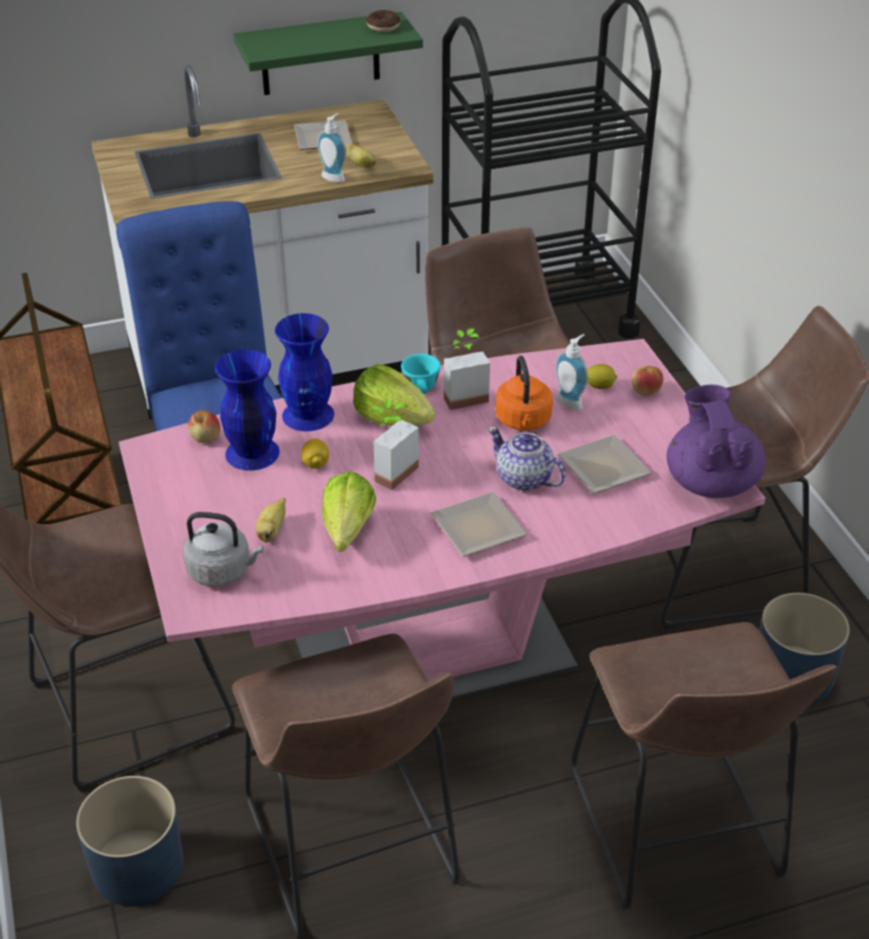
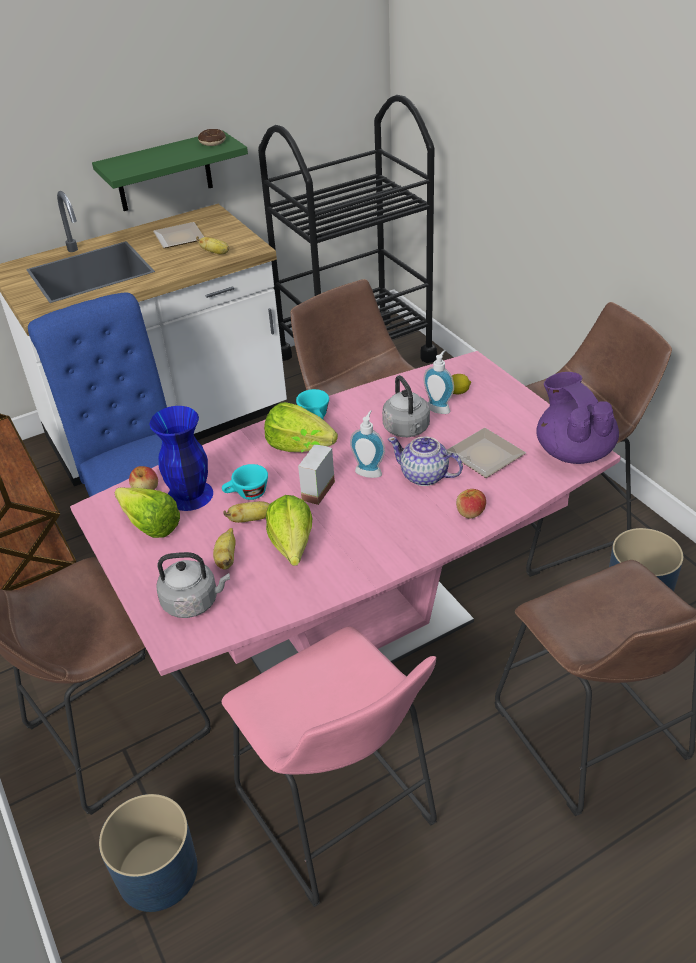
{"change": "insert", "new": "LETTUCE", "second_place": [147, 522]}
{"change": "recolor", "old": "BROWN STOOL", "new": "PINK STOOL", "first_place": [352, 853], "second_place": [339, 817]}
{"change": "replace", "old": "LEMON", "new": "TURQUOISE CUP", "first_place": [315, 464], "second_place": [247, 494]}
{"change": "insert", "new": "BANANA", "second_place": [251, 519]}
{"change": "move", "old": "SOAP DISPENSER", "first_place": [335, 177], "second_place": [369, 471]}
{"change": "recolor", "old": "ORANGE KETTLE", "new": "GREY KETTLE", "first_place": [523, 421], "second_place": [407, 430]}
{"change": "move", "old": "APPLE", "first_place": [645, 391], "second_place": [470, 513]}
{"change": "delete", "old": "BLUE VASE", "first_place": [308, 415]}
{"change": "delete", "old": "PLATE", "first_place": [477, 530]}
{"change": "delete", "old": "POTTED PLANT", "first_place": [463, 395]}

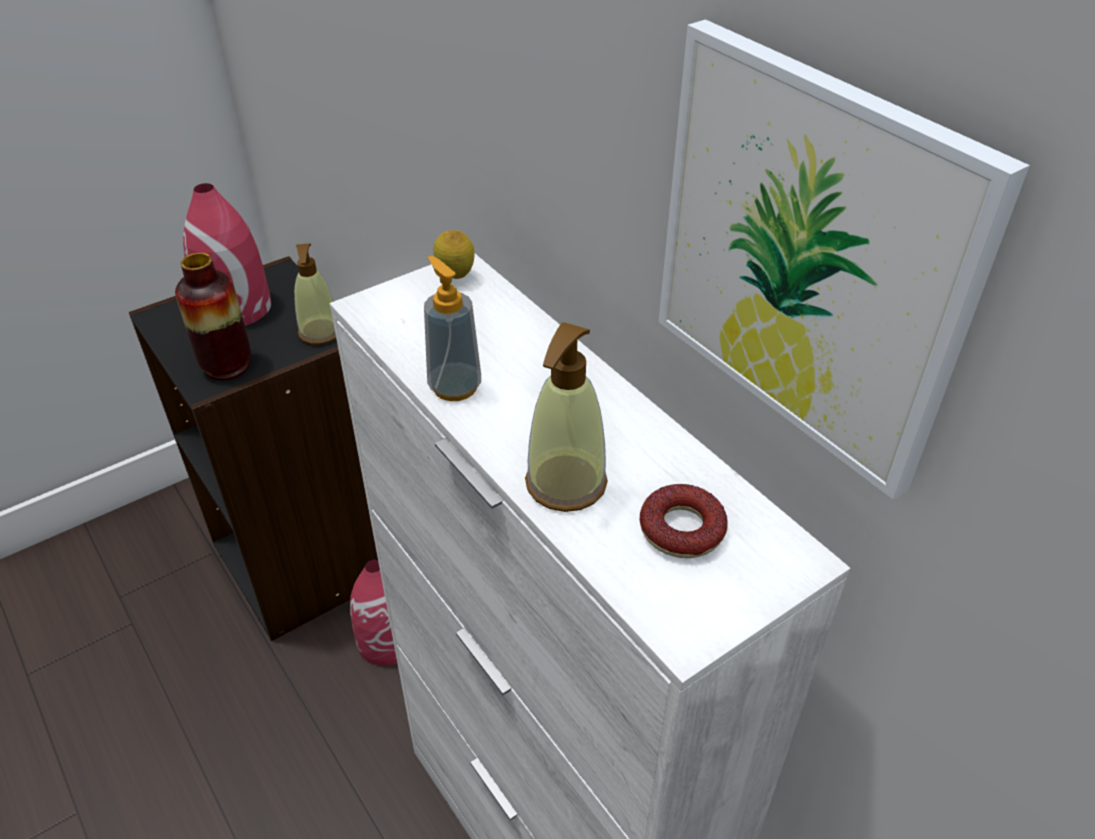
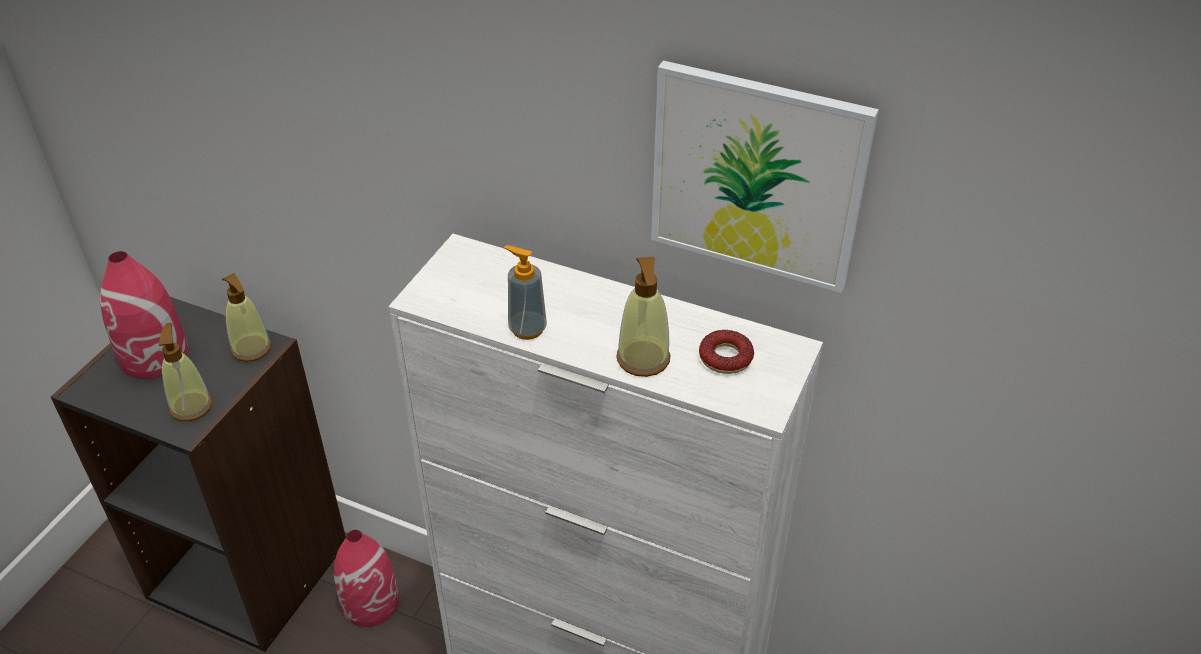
{"change": "replace", "old": "VASE", "new": "SOAP DISPENSER", "first_place": [227, 366], "second_place": [191, 406]}
{"change": "delete", "old": "LEMON", "first_place": [456, 278]}

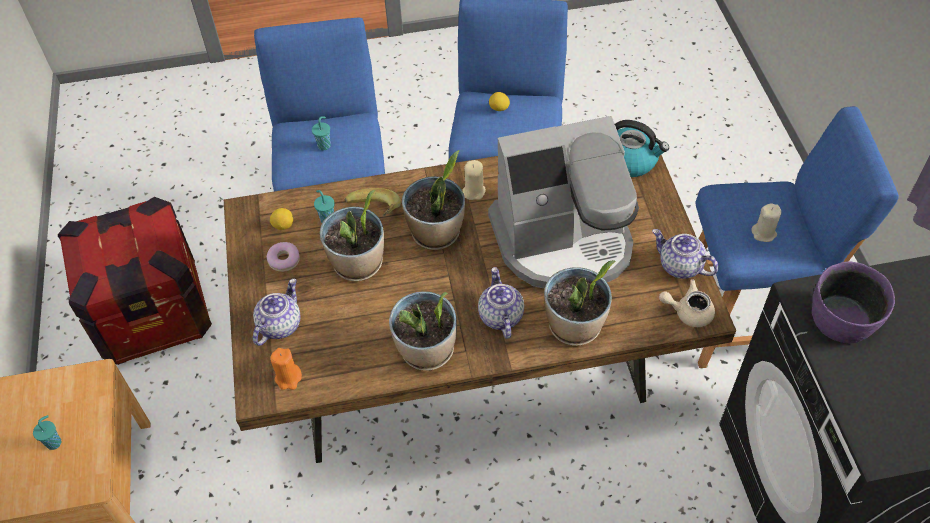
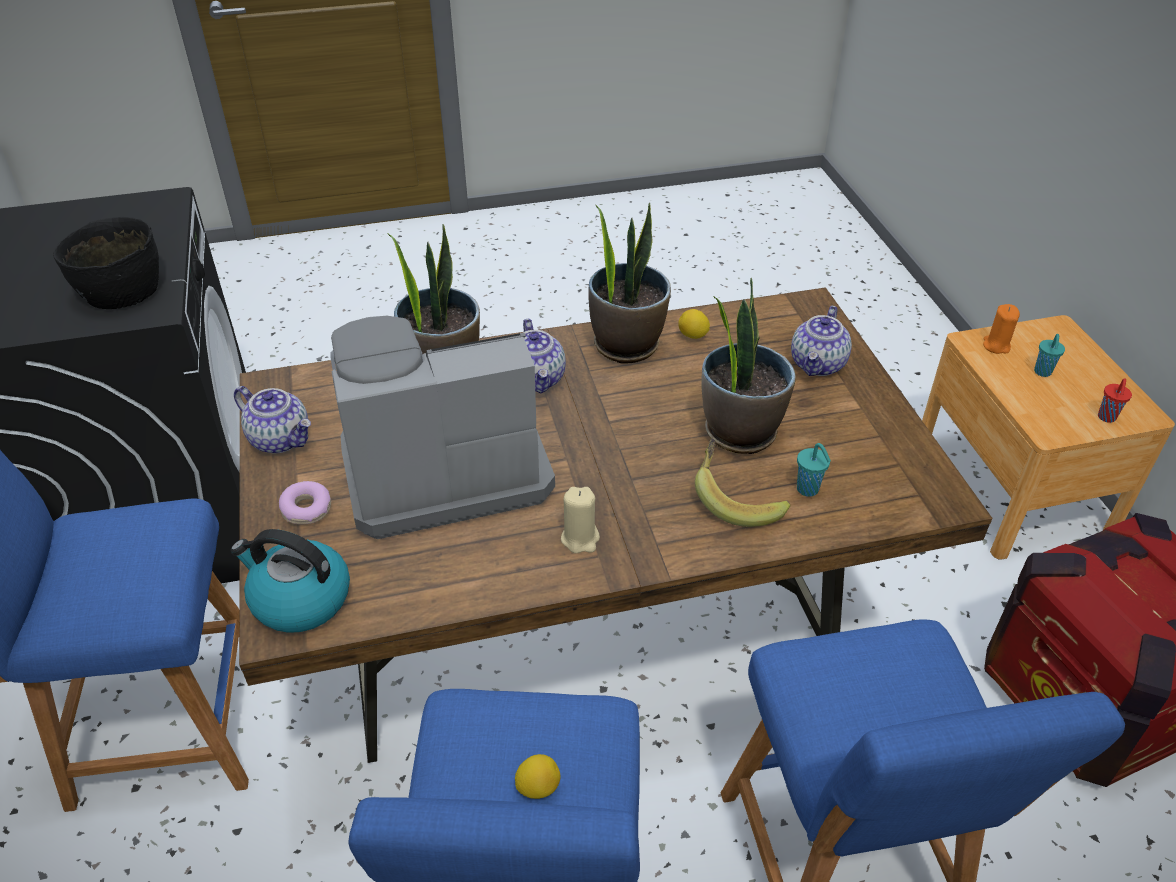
{"change": "recolor", "old": "PURPLE BOWL", "new": "BLACK BOWL", "first_place": [843, 319], "second_place": [120, 291]}
{"change": "move", "old": "DONUT", "first_place": [284, 260], "second_place": [306, 509]}
{"change": "move", "old": "LEMON", "first_place": [283, 225], "second_place": [693, 336]}
{"change": "move", "old": "ORANGE CANDLE", "first_place": [288, 378], "second_place": [996, 345]}
{"change": "insert", "new": "RED CUP", "second_place": [1106, 418]}
{"change": "delete", "old": "TURQUOISE CUP", "first_place": [324, 145]}
{"change": "delete", "old": "POTTED PLANT", "first_place": [436, 234]}
{"change": "delete", "old": "BEIGE TEAPOT", "first_place": [688, 312]}
{"change": "delete", "old": "BEIGE CANDLE", "first_place": [764, 233]}

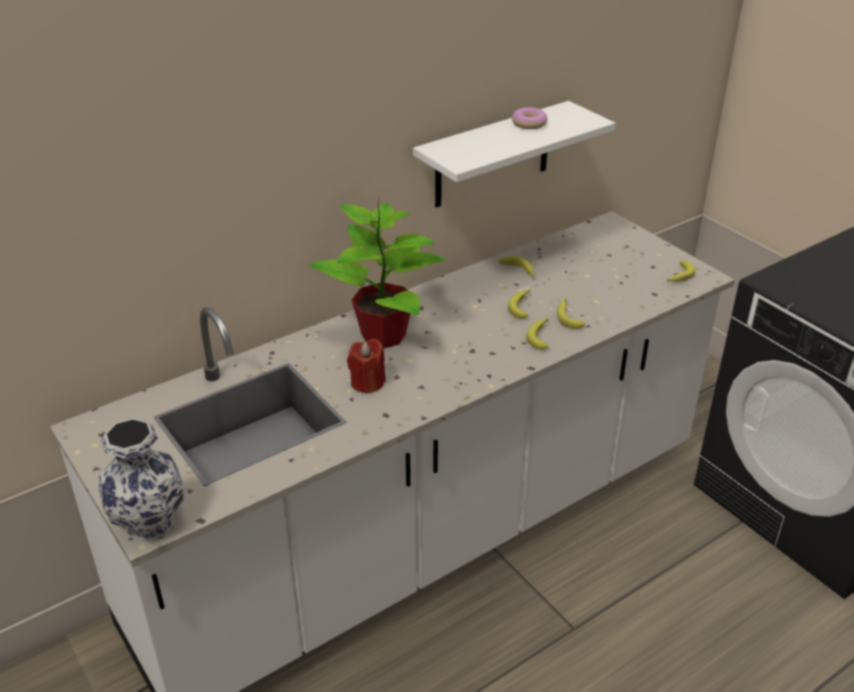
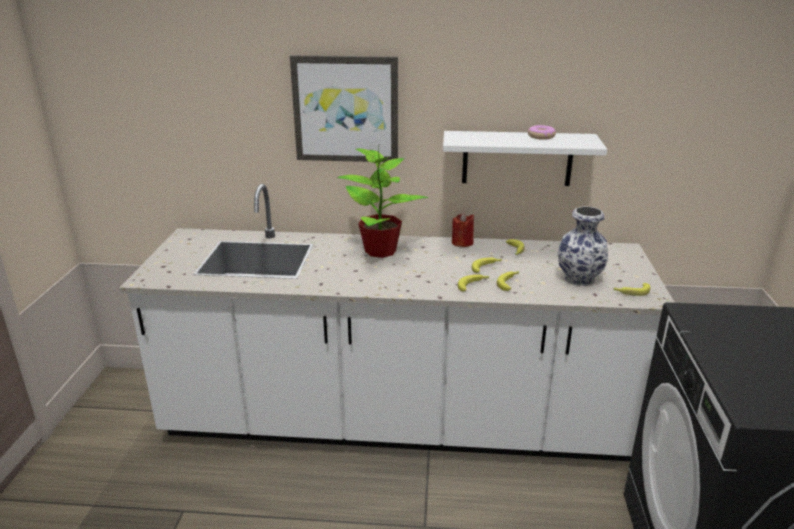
{"change": "insert", "new": "PICTURE", "second_place": [346, 109]}
{"change": "move", "old": "RED CANDLE", "first_place": [367, 382], "second_place": [462, 243]}
{"change": "move", "old": "VASE", "first_place": [151, 522], "second_place": [580, 279]}

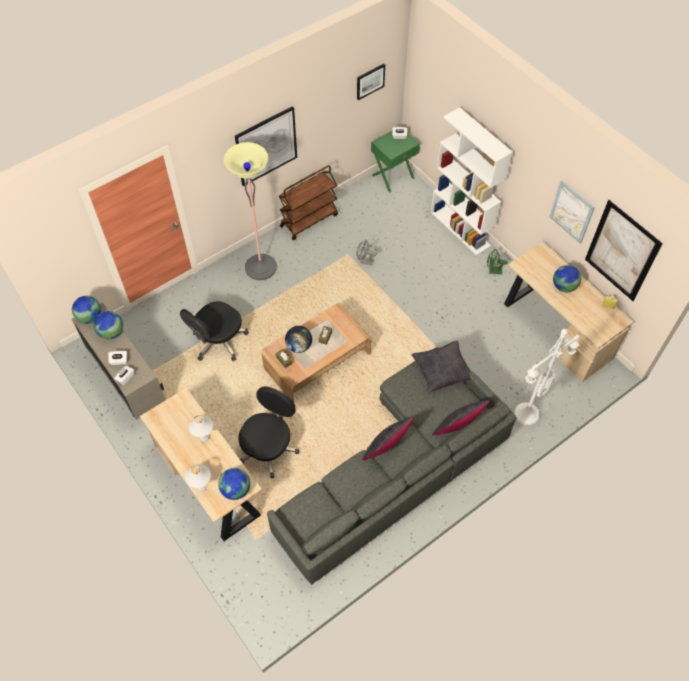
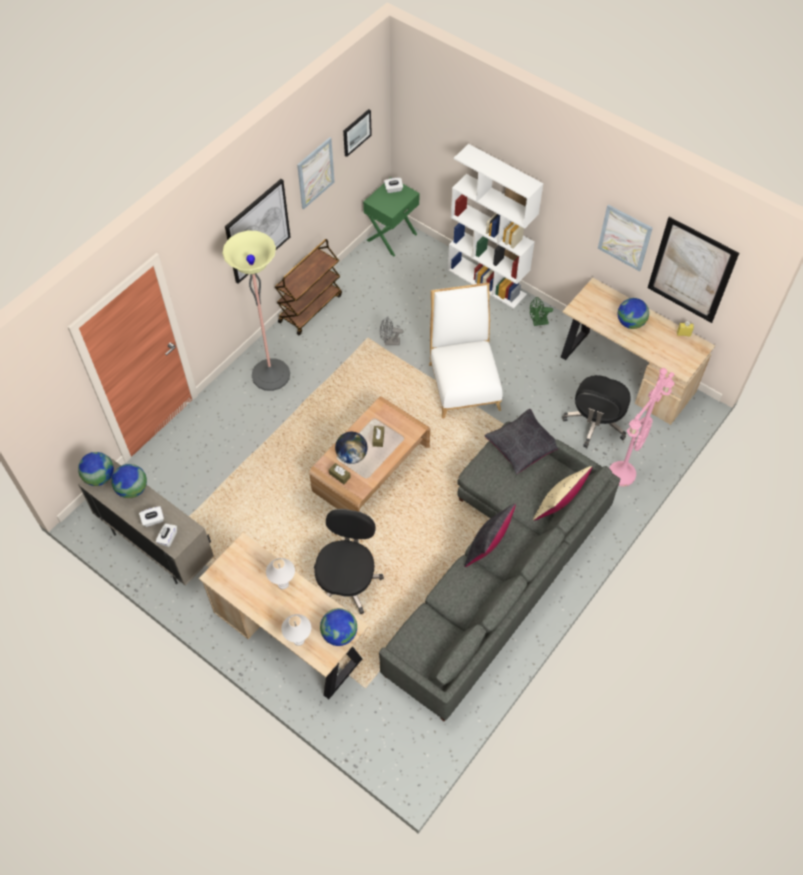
{"change": "insert", "new": "PICTURE", "second_place": [315, 173]}
{"change": "insert", "new": "WHITE CHAIR", "second_place": [463, 381]}
{"change": "recolor", "old": "BLACK PILLOW", "new": "BEIGE PILLOW", "first_place": [457, 428], "second_place": [558, 506]}
{"change": "move", "old": "BLACK OFFICE CHAIR", "first_place": [218, 341], "second_place": [595, 422]}
{"change": "recolor", "old": "WHITE FLOOR LAMP", "new": "PINK FLOOR LAMP", "first_place": [526, 416], "second_place": [622, 476]}

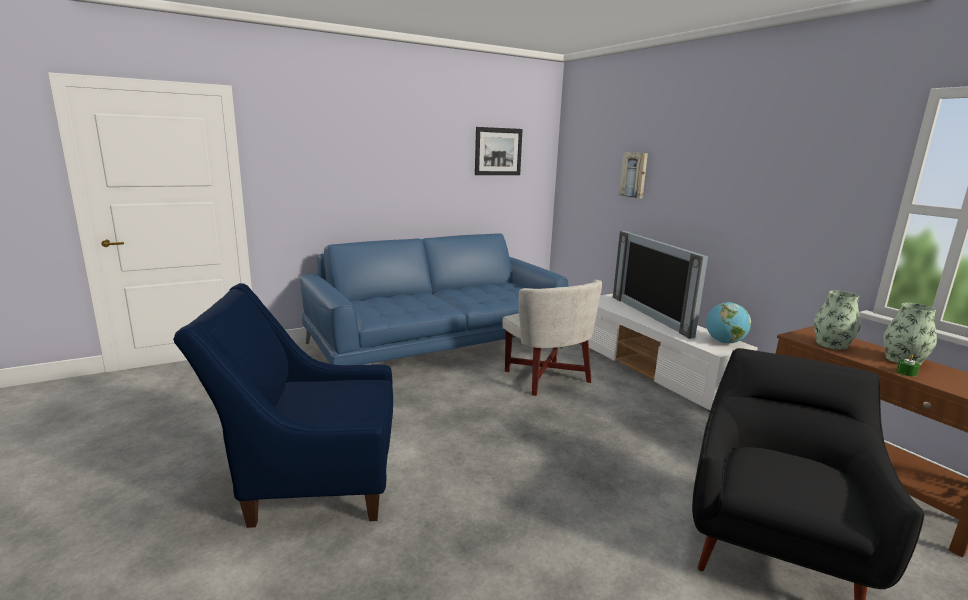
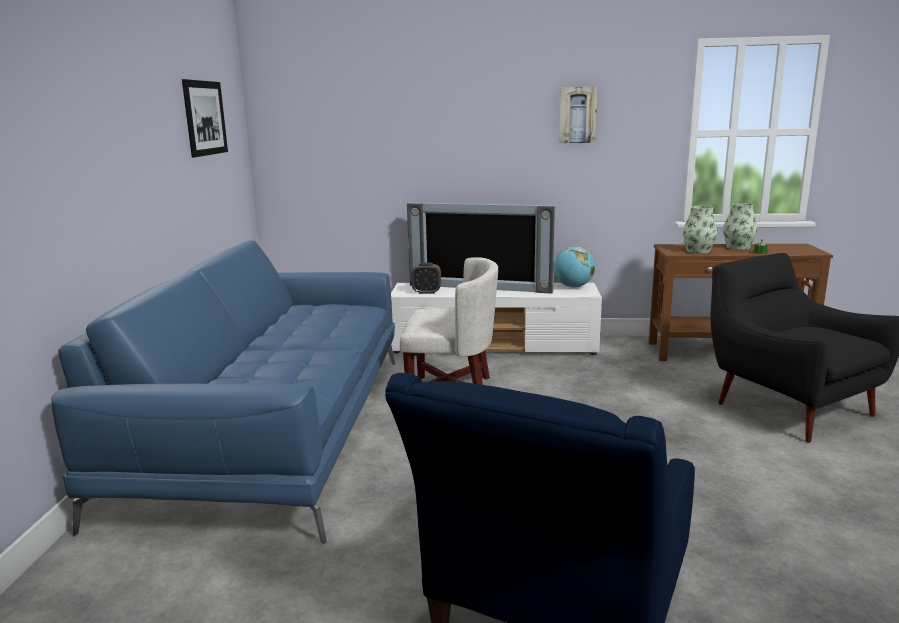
{"change": "insert", "new": "ALARM CLOCK", "second_place": [426, 292]}
{"change": "move", "old": "PICTURE", "first_place": [634, 175], "second_place": [577, 115]}

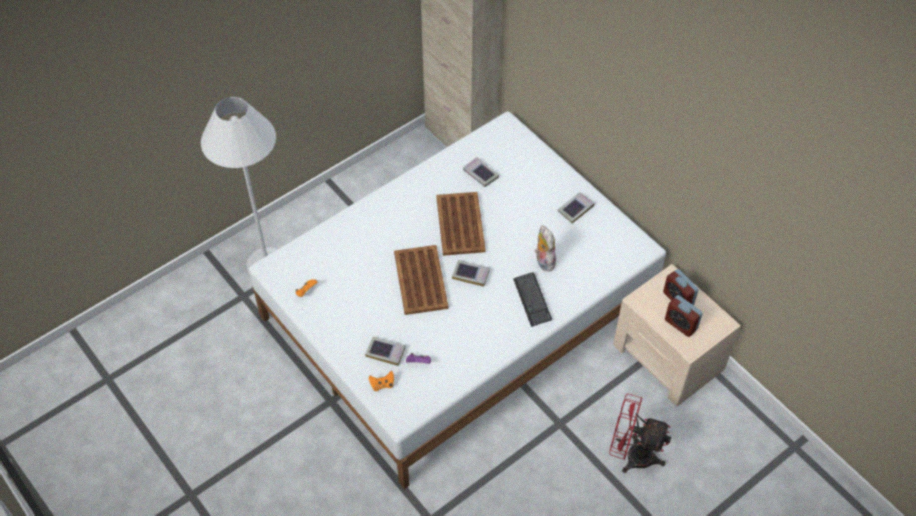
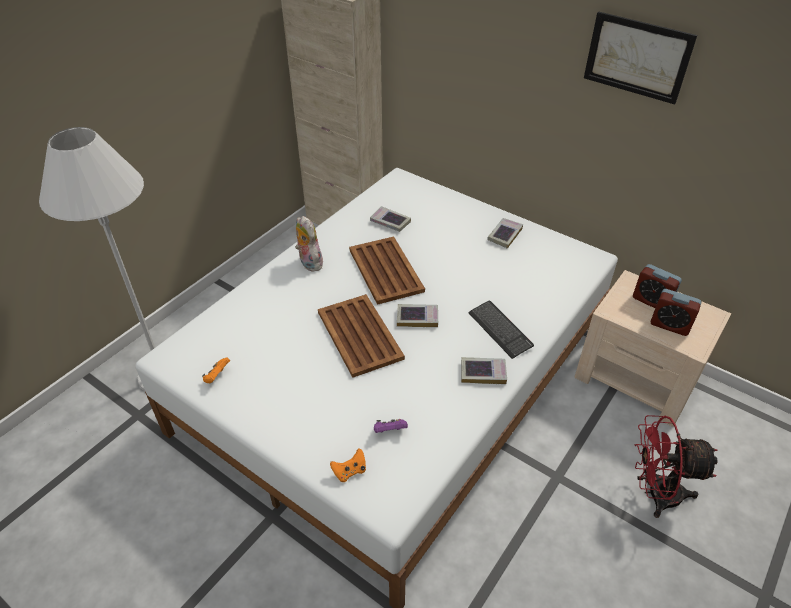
{"change": "move", "old": "PLUSH TOY", "first_place": [543, 261], "second_place": [309, 263]}
{"change": "move", "old": "BOOK", "first_place": [385, 352], "second_place": [483, 373]}
{"change": "insert", "new": "PICTURE", "second_place": [637, 57]}

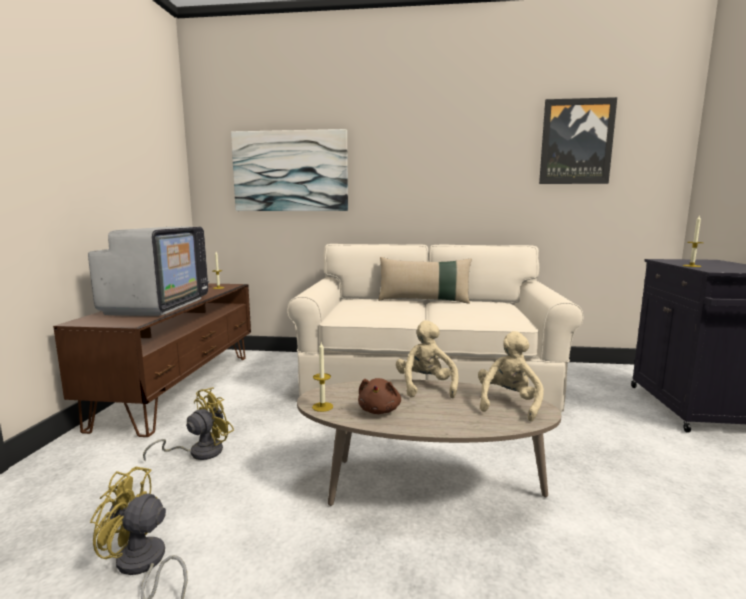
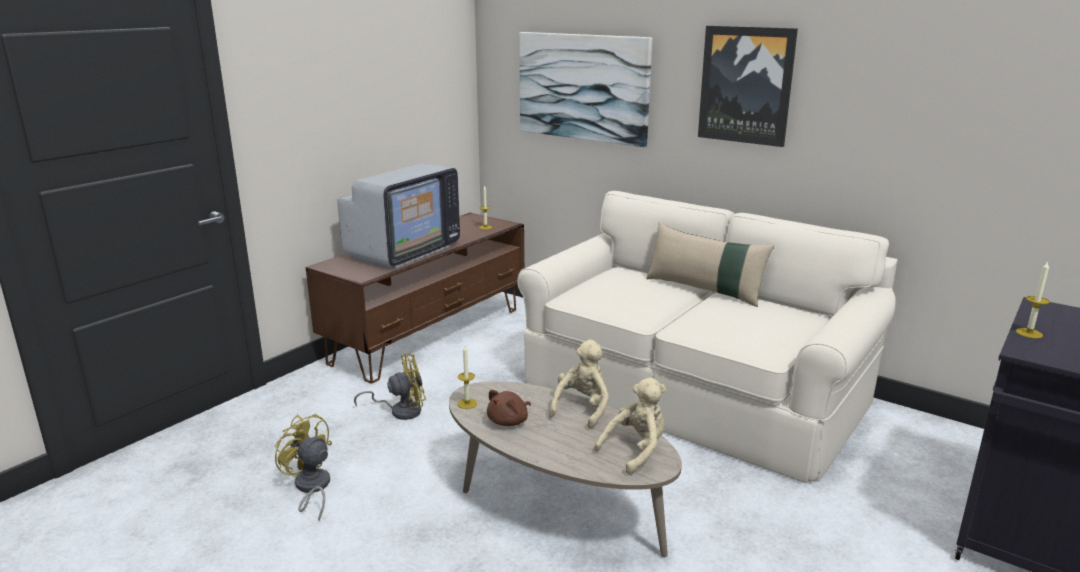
{"change": "move", "old": "PICTURE", "first_place": [576, 142], "second_place": [746, 85]}

